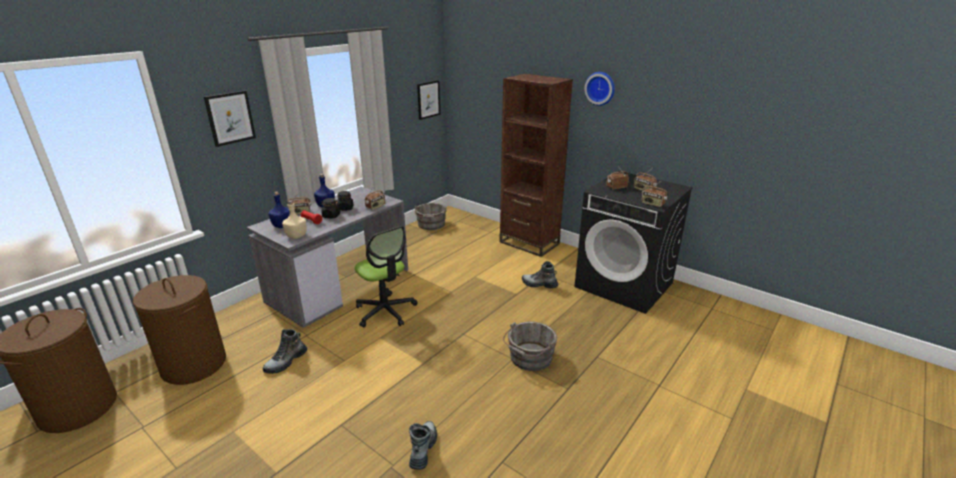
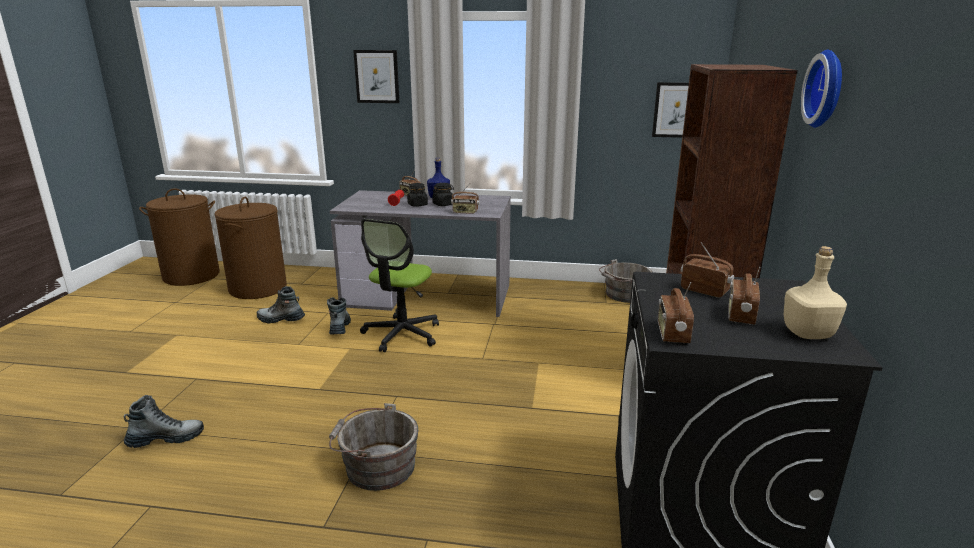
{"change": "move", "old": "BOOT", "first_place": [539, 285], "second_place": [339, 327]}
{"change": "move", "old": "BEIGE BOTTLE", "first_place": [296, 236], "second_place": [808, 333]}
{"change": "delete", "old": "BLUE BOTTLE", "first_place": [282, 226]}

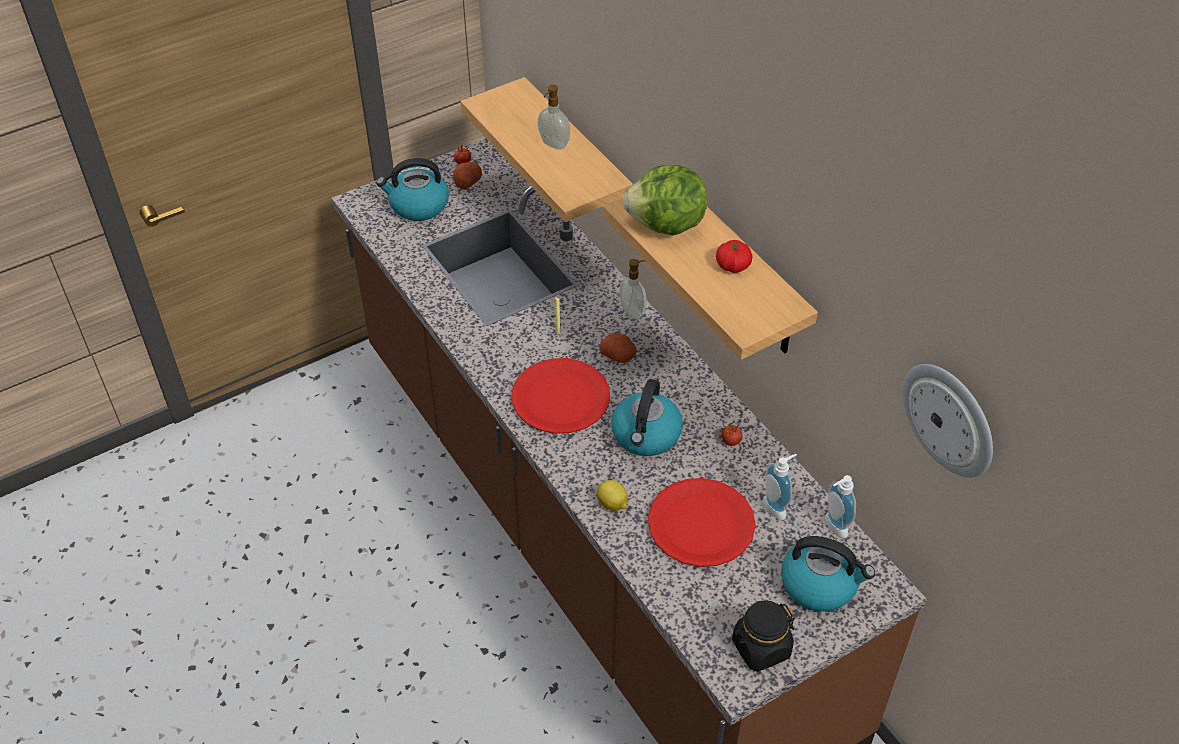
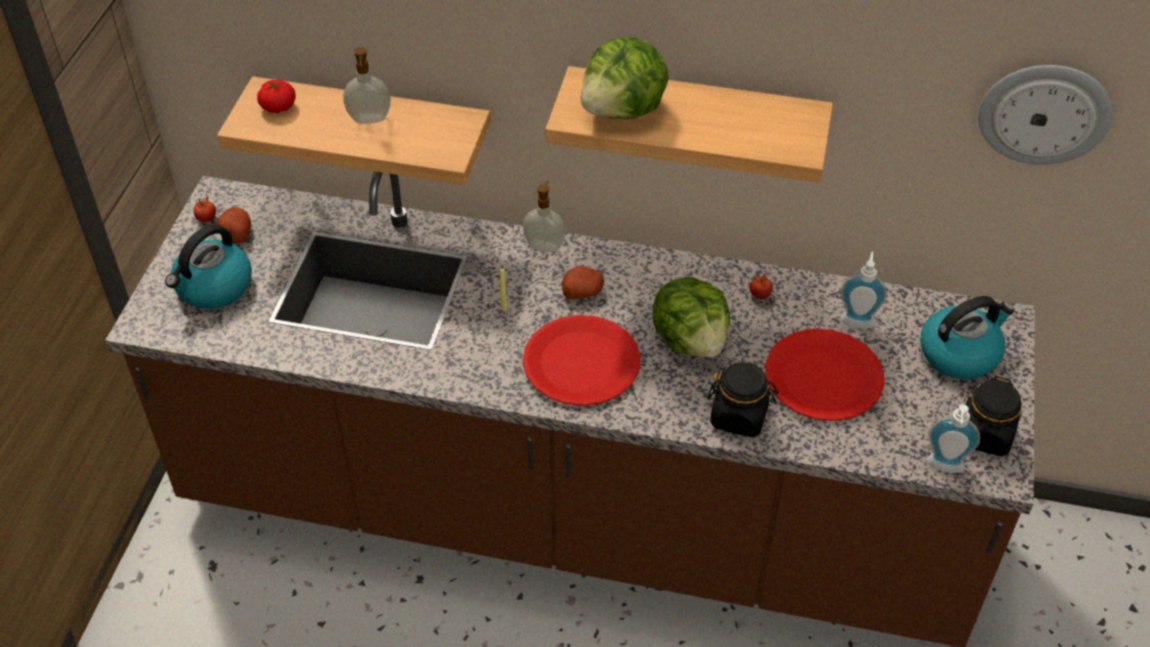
{"change": "move", "old": "TOMATO", "first_place": [733, 266], "second_place": [278, 107]}
{"change": "replace", "old": "KETTLE", "new": "LETTUCE", "first_place": [646, 435], "second_place": [691, 340]}
{"change": "replace", "old": "LEMON", "new": "BLACK JAR", "first_place": [612, 504], "second_place": [739, 416]}
{"change": "move", "old": "SOAP DISPENSER", "first_place": [833, 527], "second_place": [944, 468]}

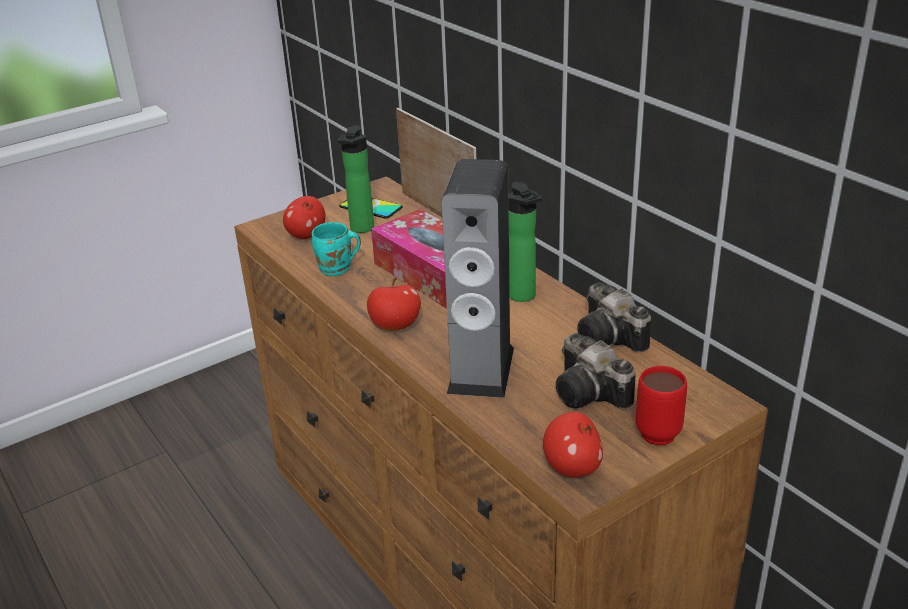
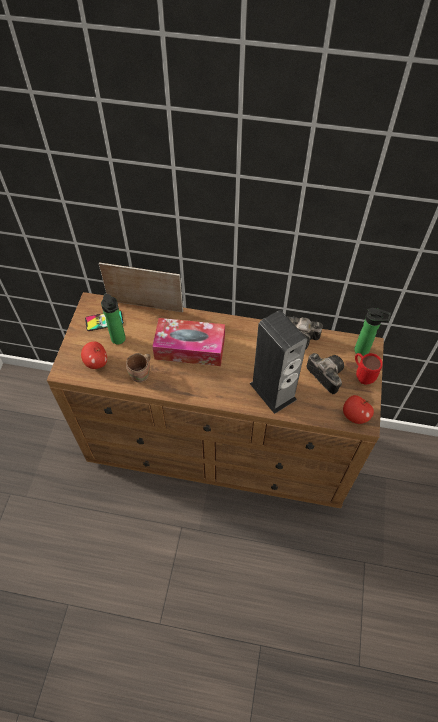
{"change": "recolor", "old": "TURQUOISE MUG", "new": "BROWN MUG", "first_place": [337, 269], "second_place": [142, 375]}
{"change": "rotate", "old": "PHOTO CAMERA", "first_place": [592, 394], "second_place": [324, 374], "degrees": -135}
{"change": "move", "old": "BOTTLE", "first_place": [524, 297], "second_place": [364, 351]}
{"change": "delete", "old": "APPLE", "first_place": [395, 326]}

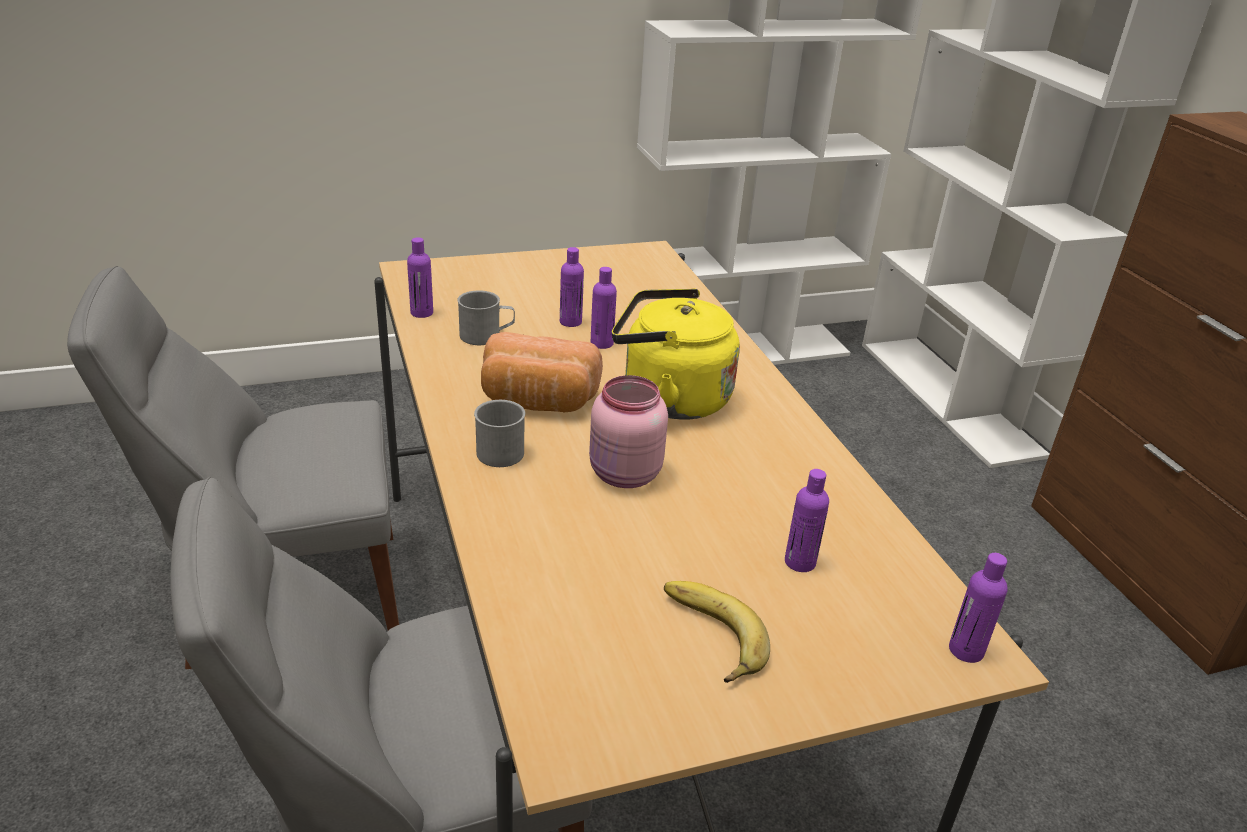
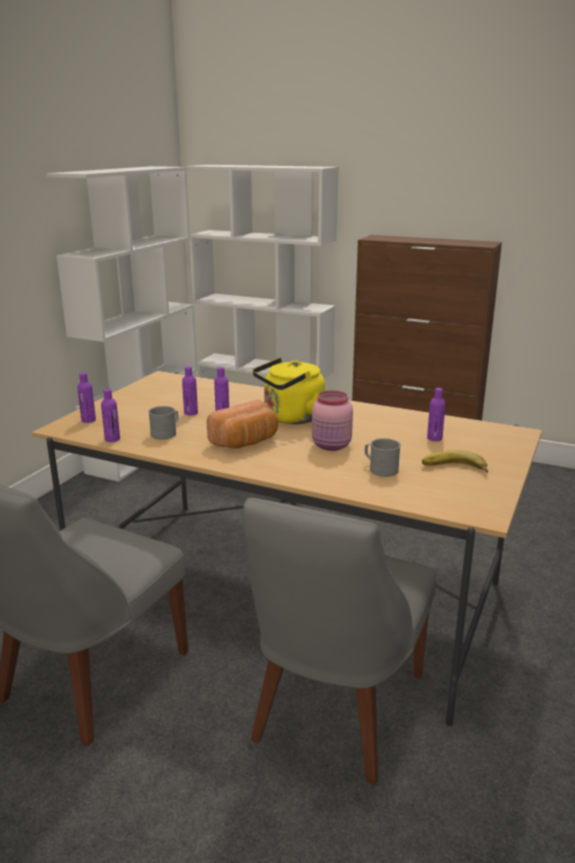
{"change": "move", "old": "PURPLE BOTTLE", "first_place": [966, 650], "second_place": [88, 420]}
{"change": "move", "old": "GREY MUG", "first_place": [502, 449], "second_place": [380, 469]}

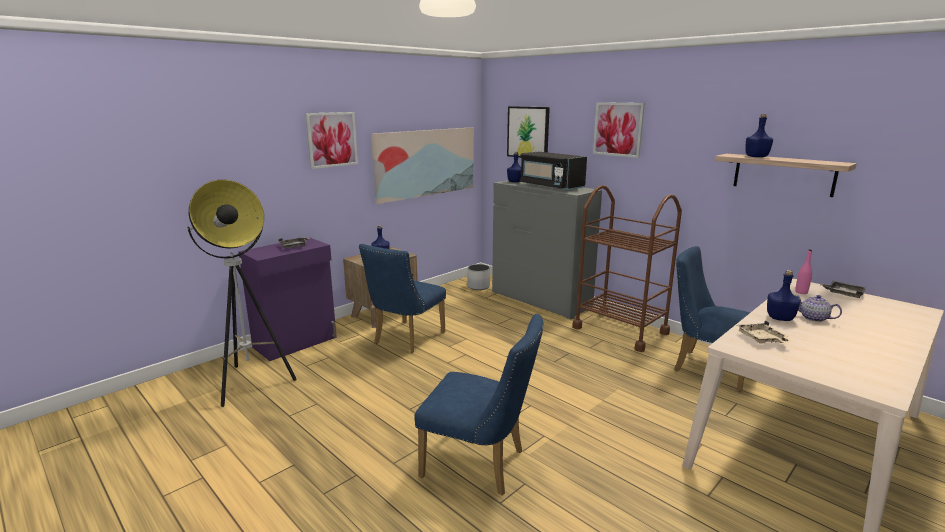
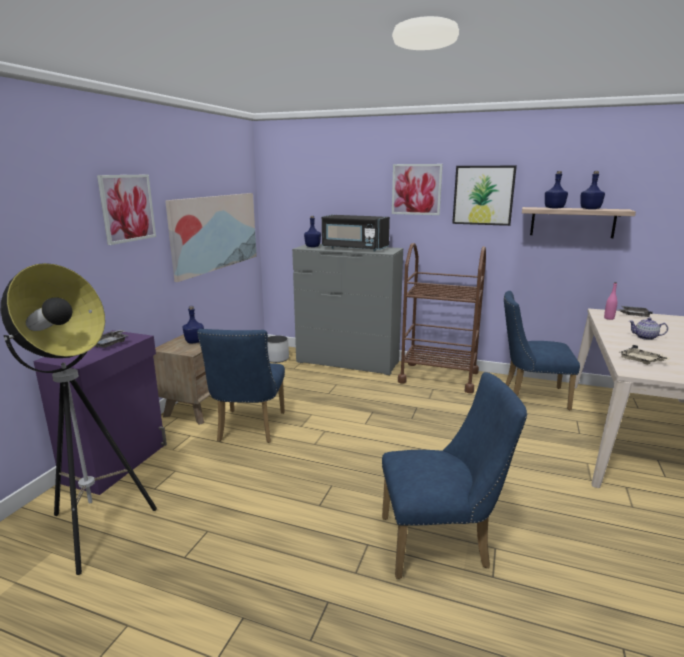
{"change": "move", "old": "PICTURE", "first_place": [528, 132], "second_place": [483, 195]}
{"change": "move", "old": "BLUE BOTTLE", "first_place": [779, 318], "second_place": [590, 209]}

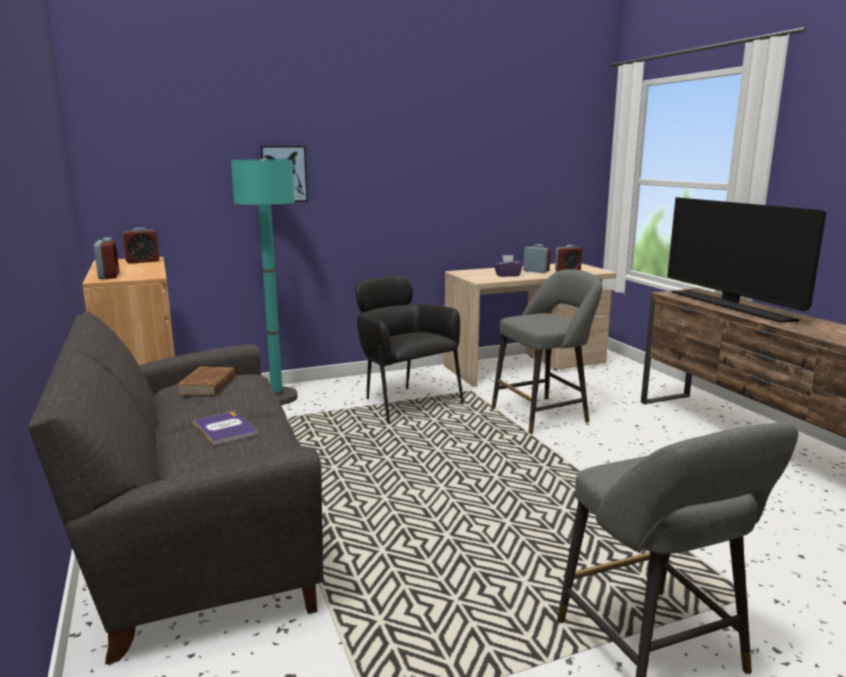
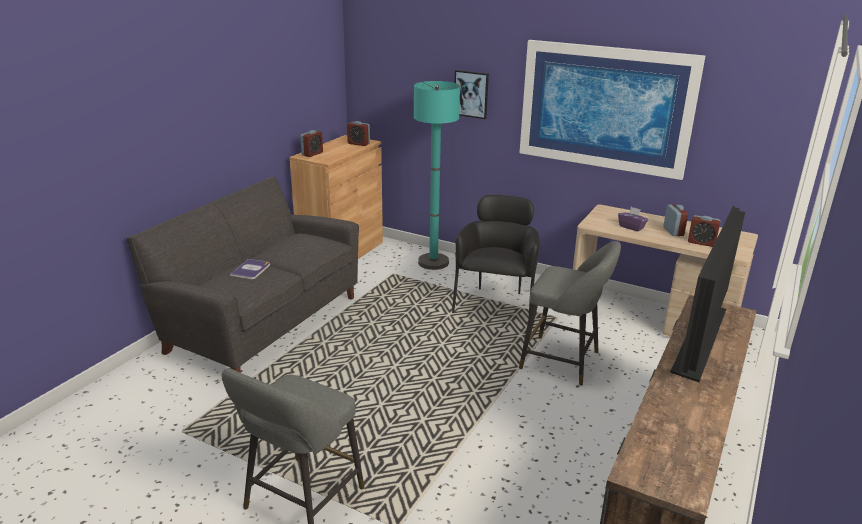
{"change": "insert", "new": "PICTURE", "second_place": [605, 107]}
{"change": "delete", "old": "BROWN BOOK", "first_place": [208, 385]}

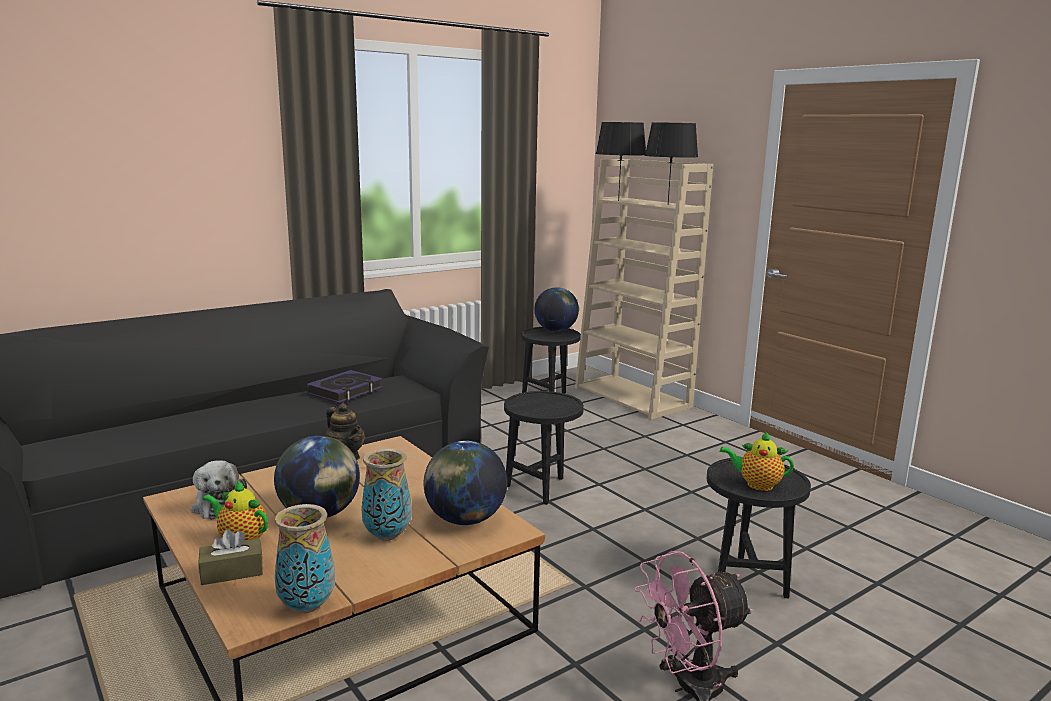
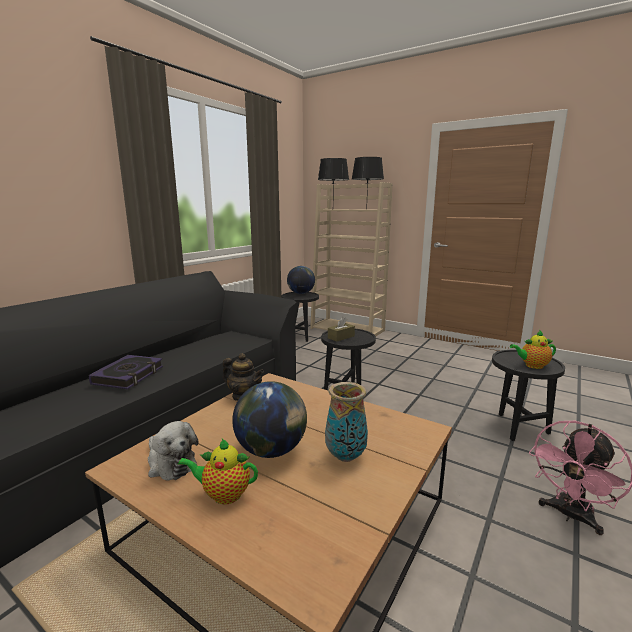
{"change": "move", "old": "BOOK", "first_place": [345, 391], "second_place": [128, 376]}
{"change": "move", "old": "BROWN TISSUE BOX", "first_place": [232, 572], "second_place": [341, 337]}
{"change": "delete", "old": "VASE", "first_place": [306, 606]}
{"change": "delete", "old": "GLOBE", "first_place": [465, 520]}

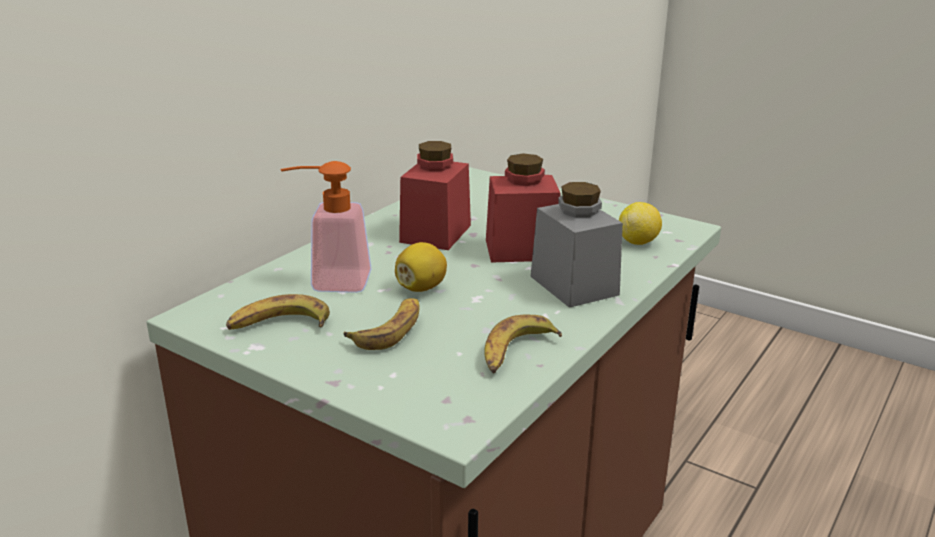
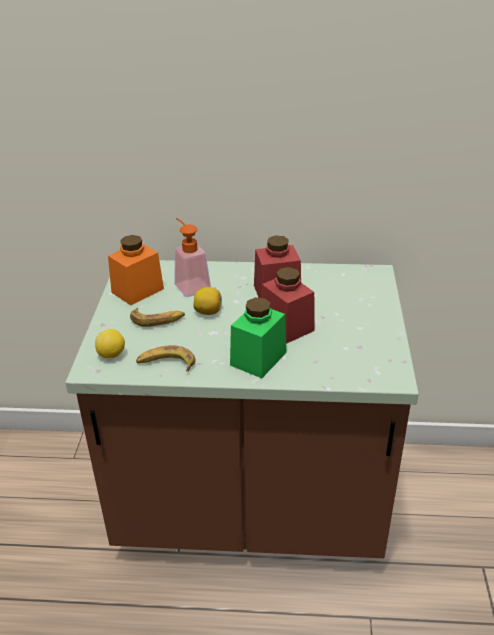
{"change": "move", "old": "LEMON", "first_place": [638, 242], "second_place": [112, 355]}
{"change": "replace", "old": "BANANA", "new": "ORANGE JAR", "first_place": [279, 325], "second_place": [137, 290]}
{"change": "recolor", "old": "GREY JAR", "new": "GREEN JAR", "first_place": [574, 285], "second_place": [258, 358]}

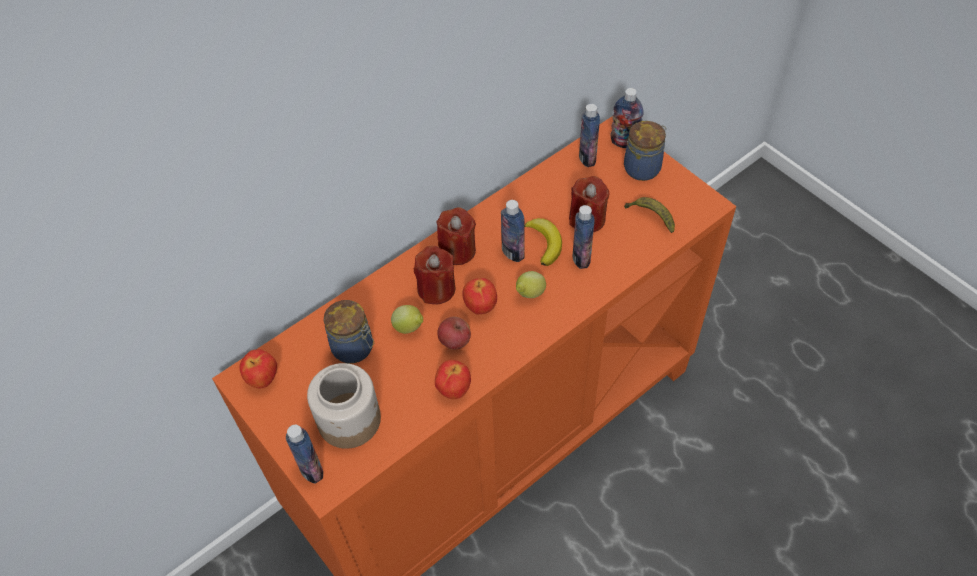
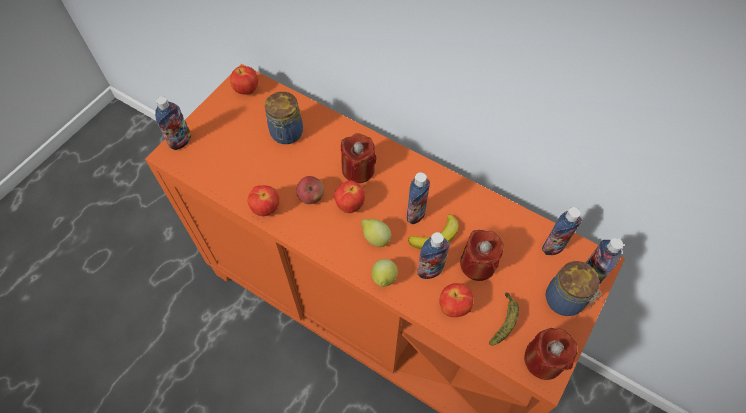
{"change": "move", "old": "LEMON", "first_place": [409, 328], "second_place": [384, 280]}
{"change": "insert", "new": "APPLE", "second_place": [454, 307]}
{"change": "move", "old": "RED CANDLE", "first_place": [457, 250], "second_place": [543, 360]}
{"change": "delete", "old": "JAR", "first_place": [350, 419]}

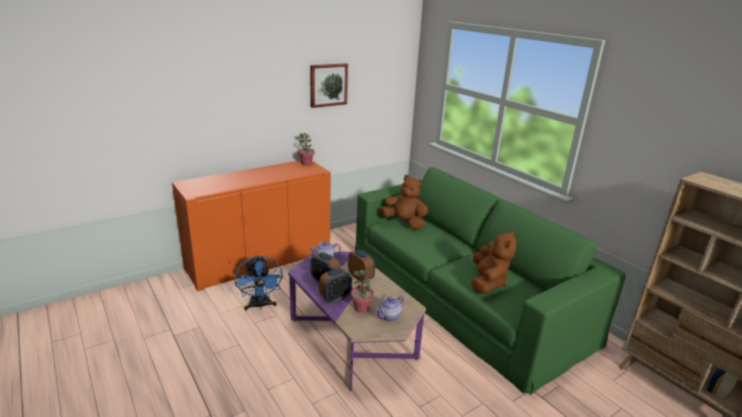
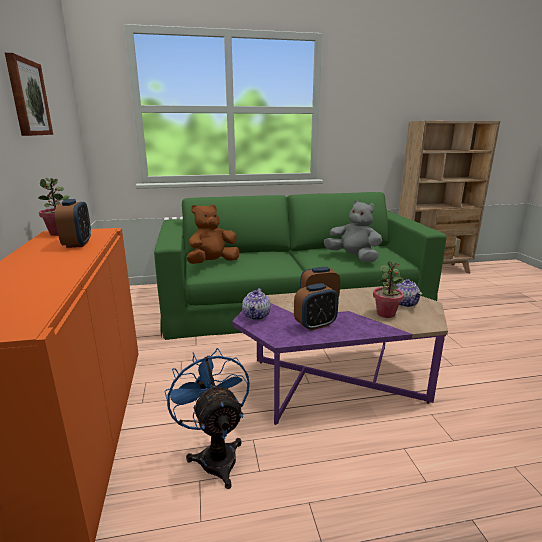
{"change": "move", "old": "ALARM CLOCK", "first_place": [335, 297], "second_place": [77, 244]}
{"change": "rotate", "old": "BLUE FAN", "first_place": [260, 306], "second_place": [215, 455], "degrees": -120}
{"change": "recolor", "old": "BROWN PLUSH TOY", "new": "GREY PLUSH TOY", "first_place": [487, 282], "second_place": [353, 257]}

